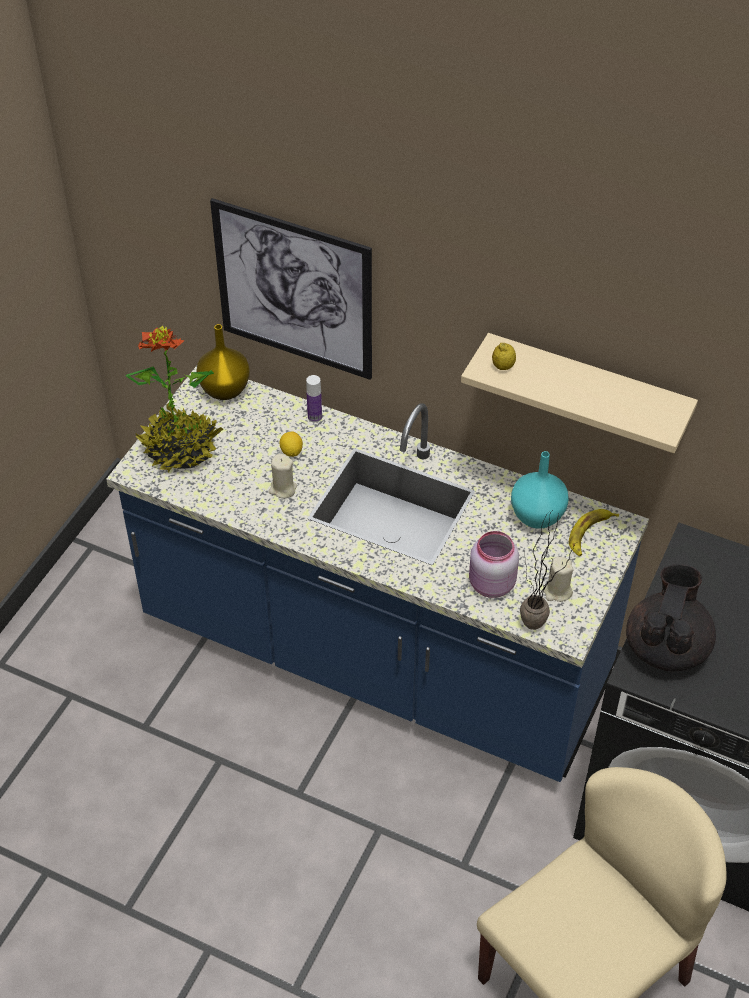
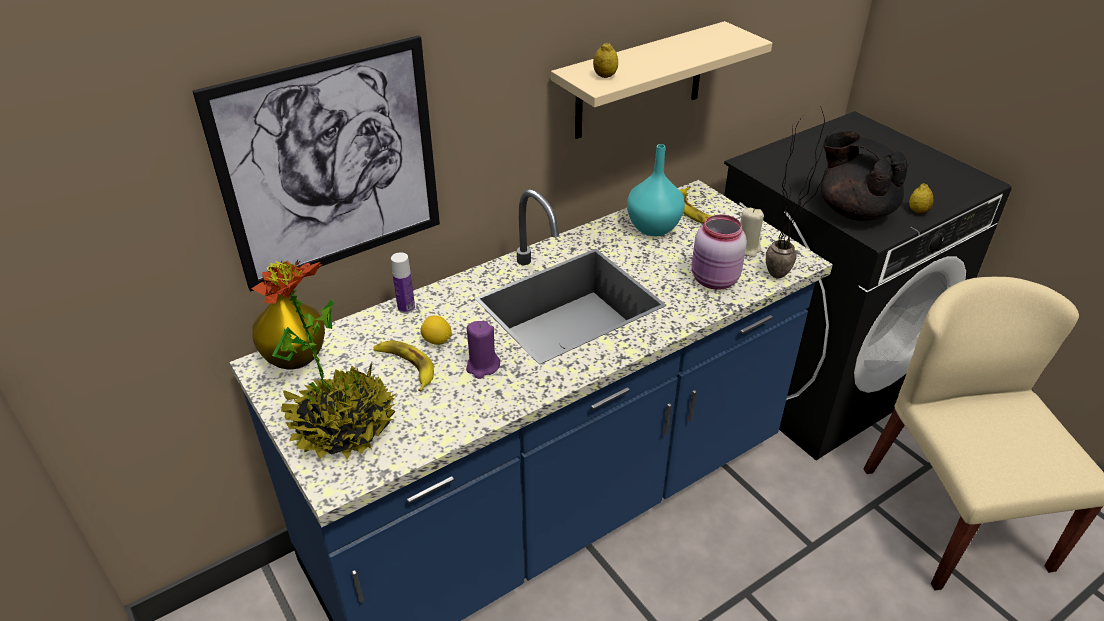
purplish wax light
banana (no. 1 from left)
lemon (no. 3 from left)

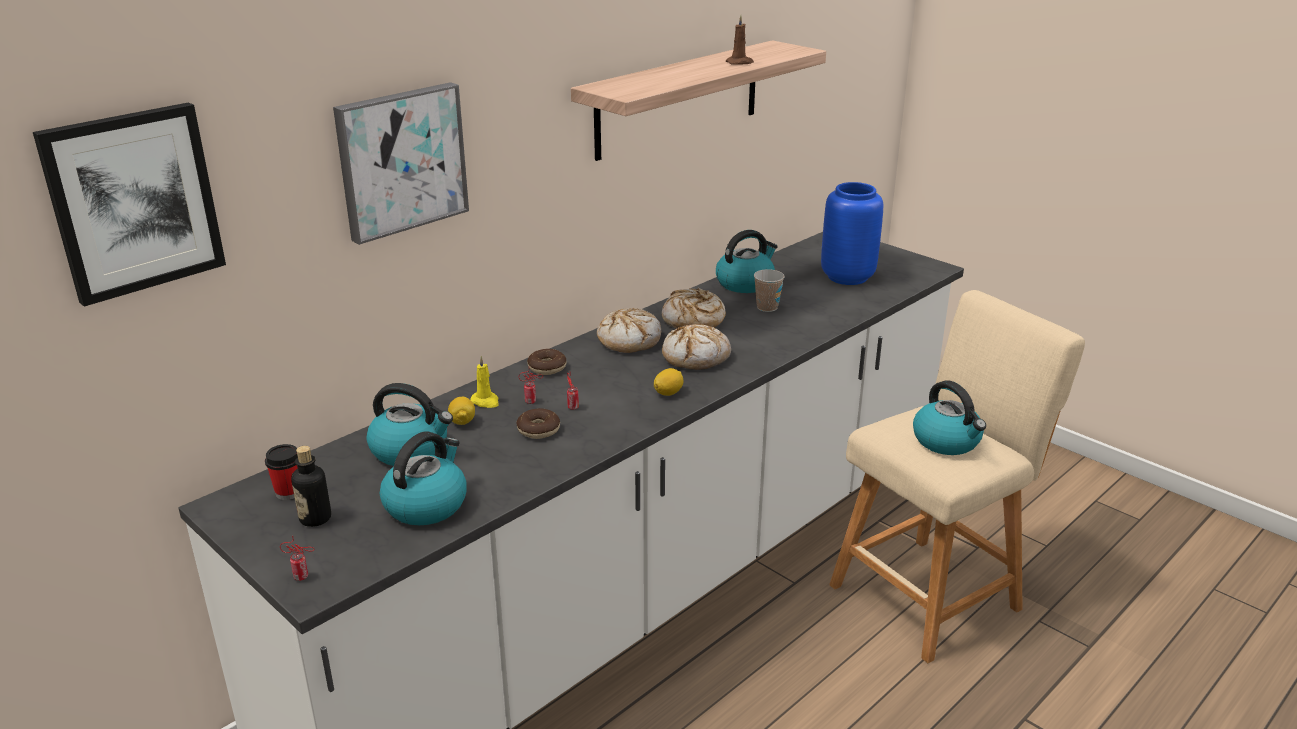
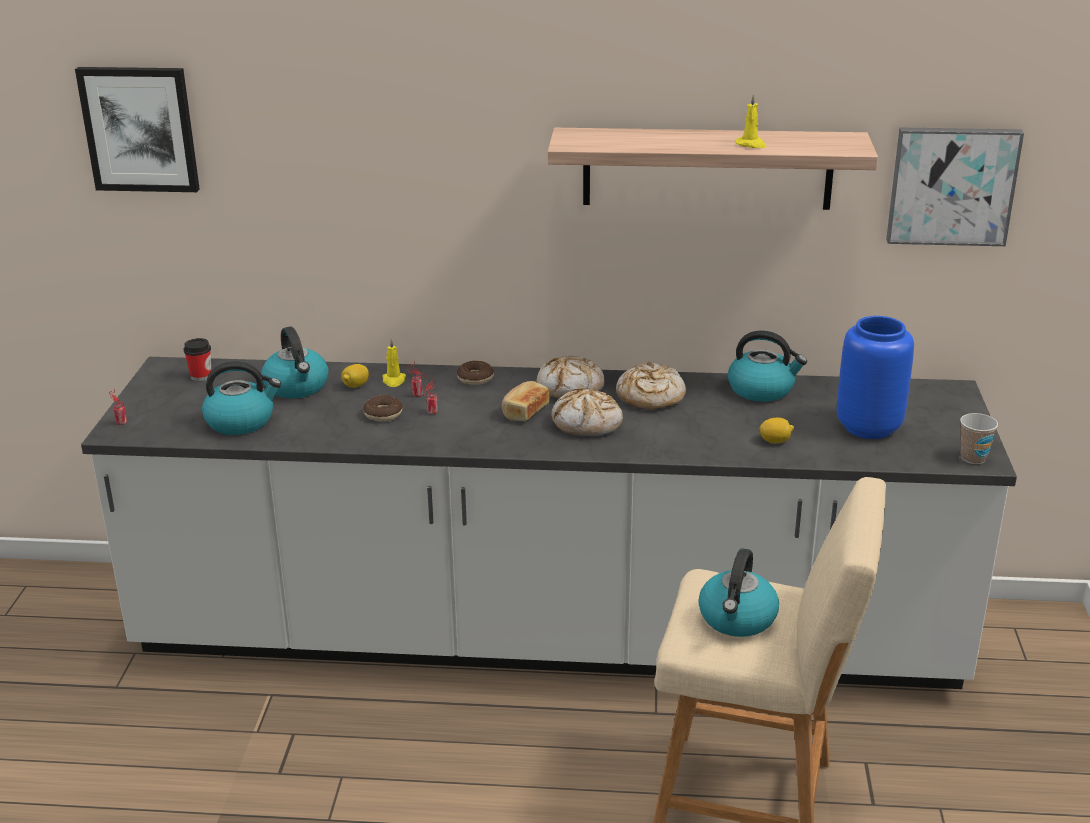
beverage bottle
wall art (no. 2 from left)
lemon (no. 2 from left)
yellowish wax light (no. 2 from left)
cup (no. 2 from left)
baked bread (no. 1 from left)

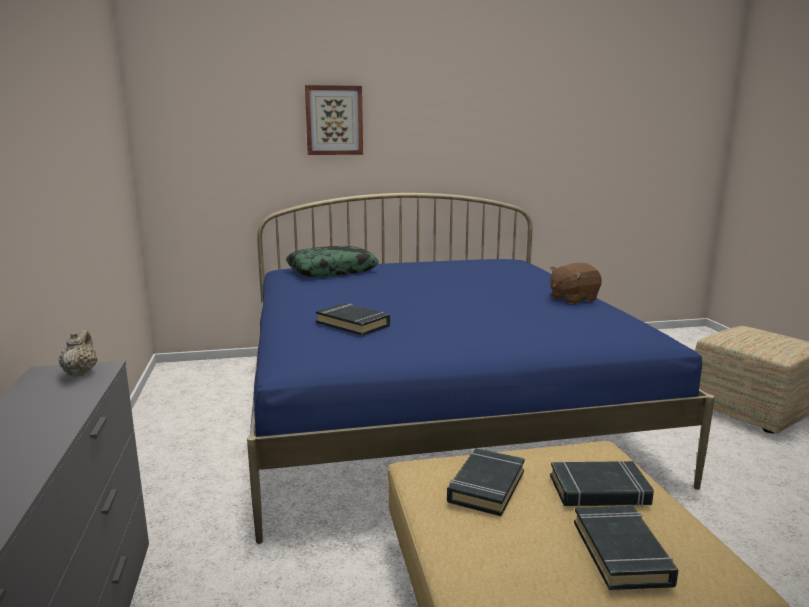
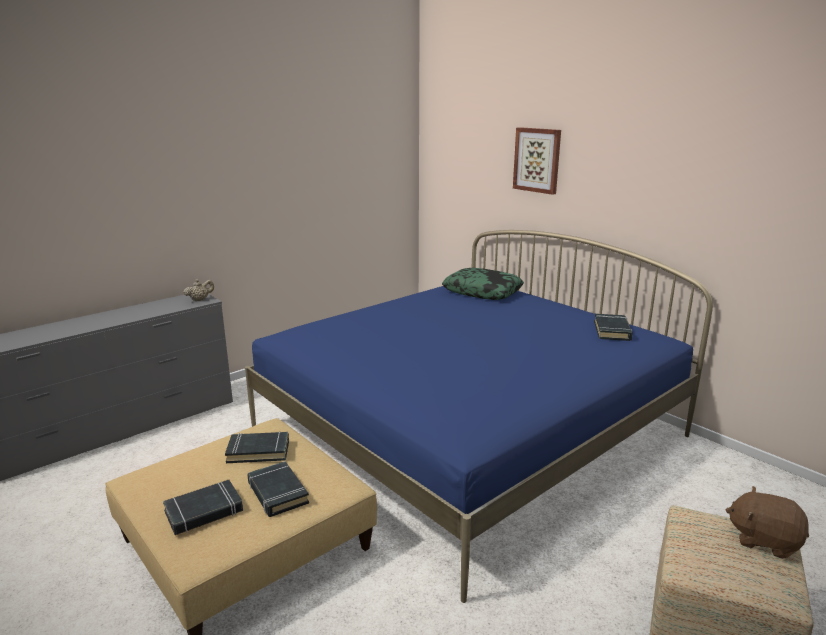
black-coloured bound book (no. 4 from left)
brown-coloured cuddly toy

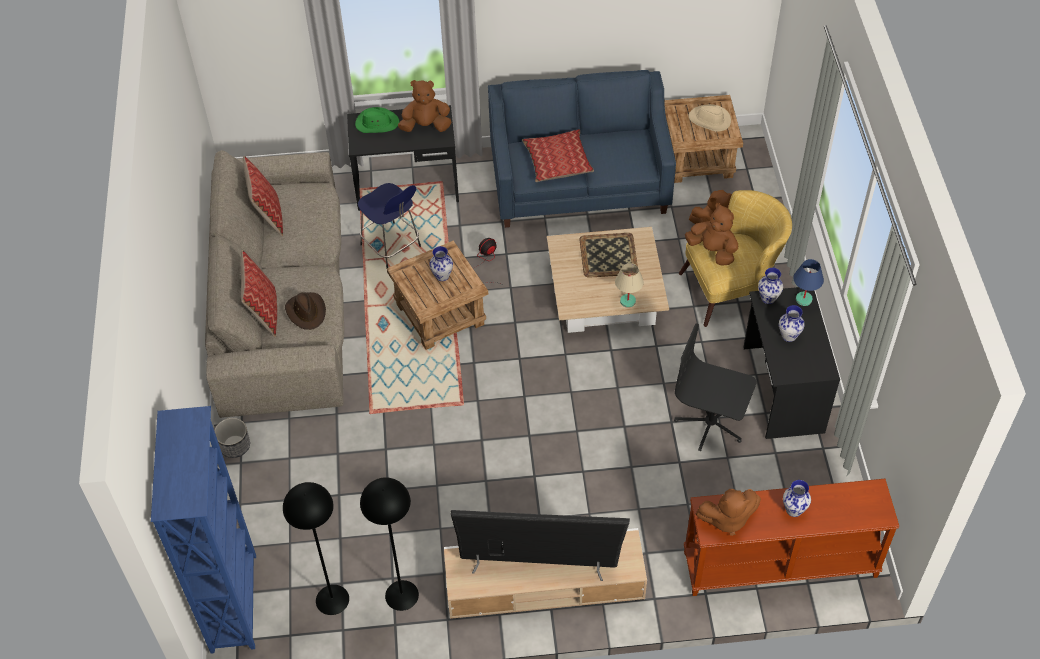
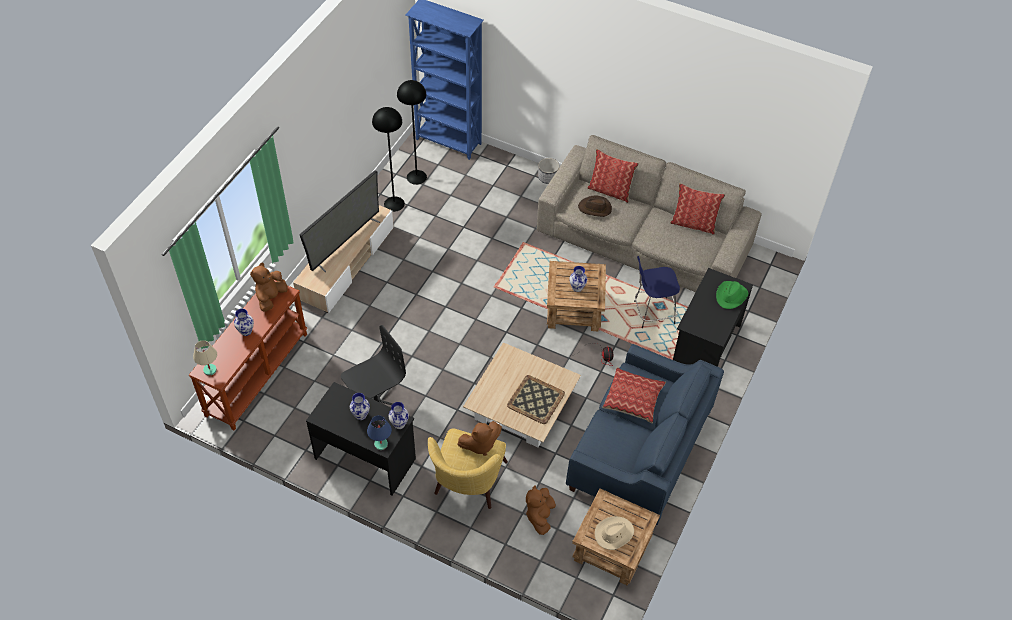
brown-coloured cuddly toy (no. 1 from left in the first image)
beige table lamp

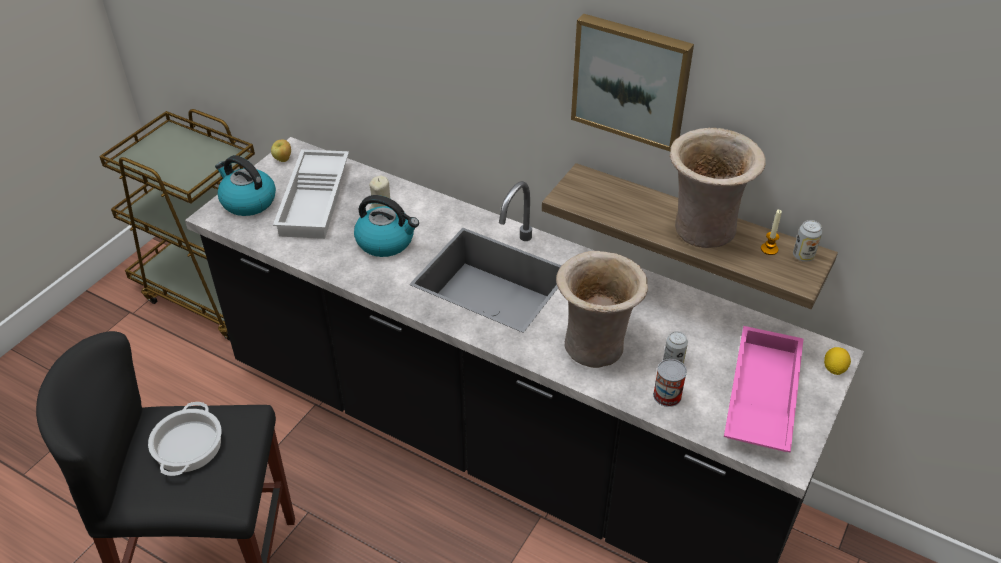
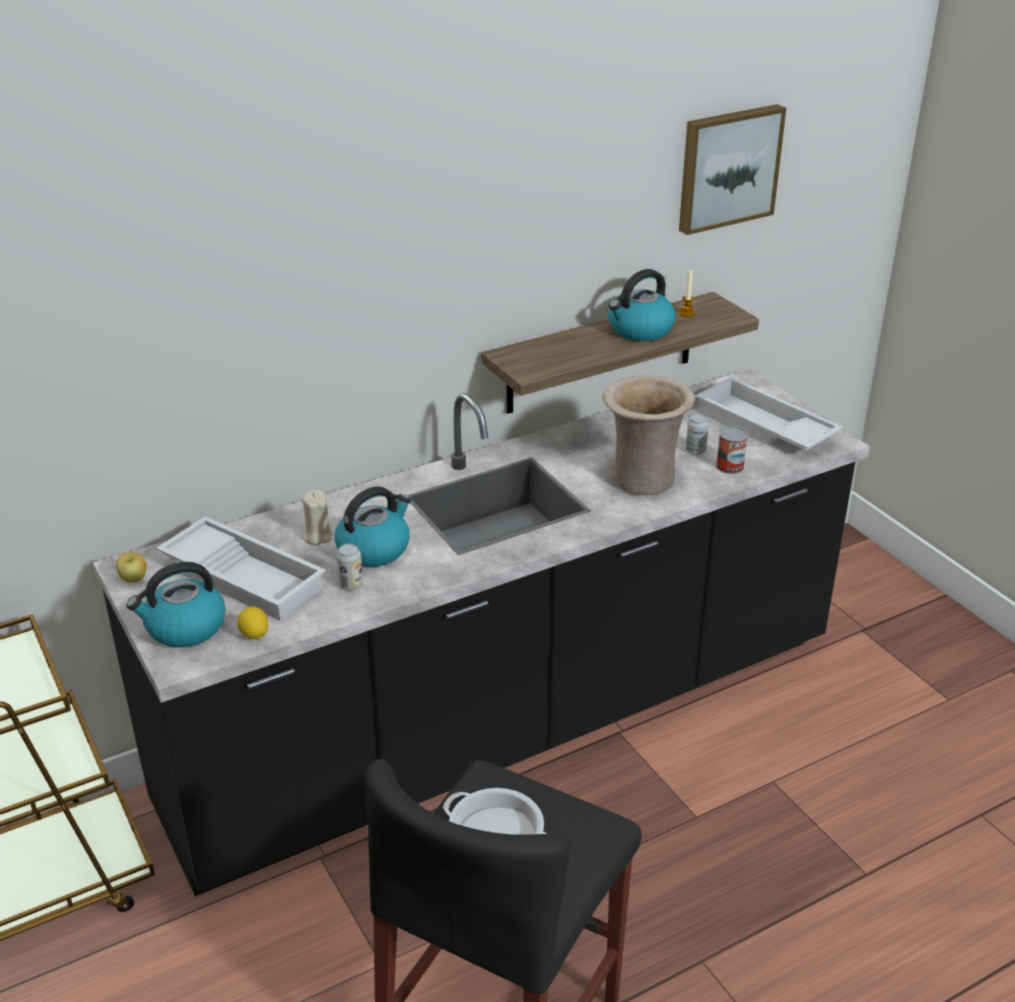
wall art
water kettle (no. 3 from left)
white-coloured serving tray (no. 2 from left)
metal can (no. 1 from left)
lemon

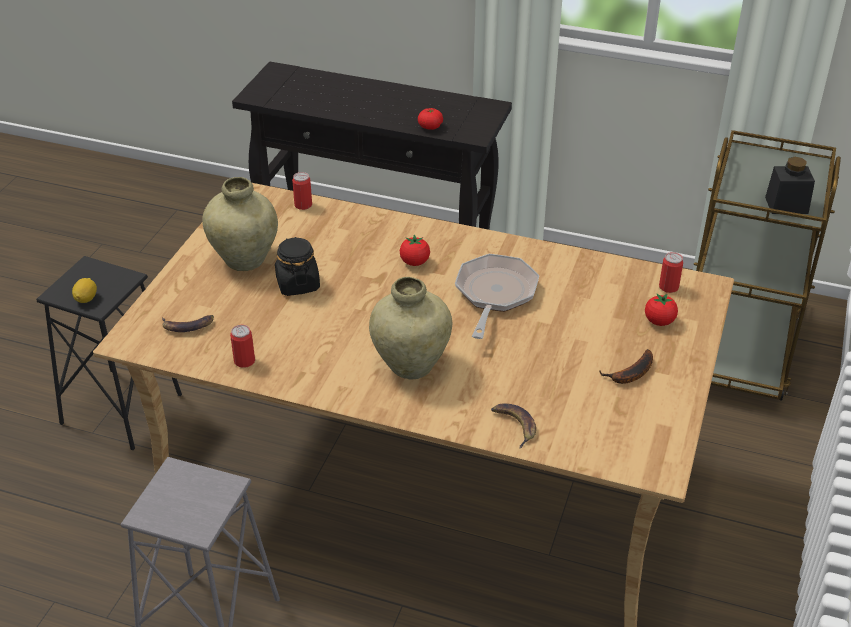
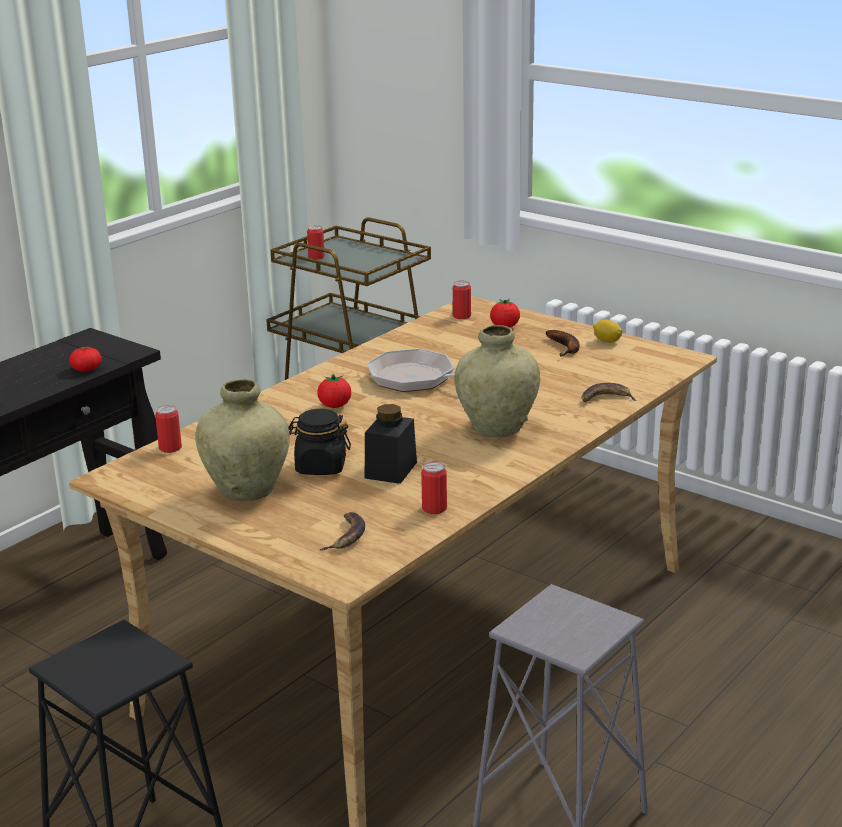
lemon
black-coloured storage jar (no. 2 from left)
metal can (no. 2 from left)

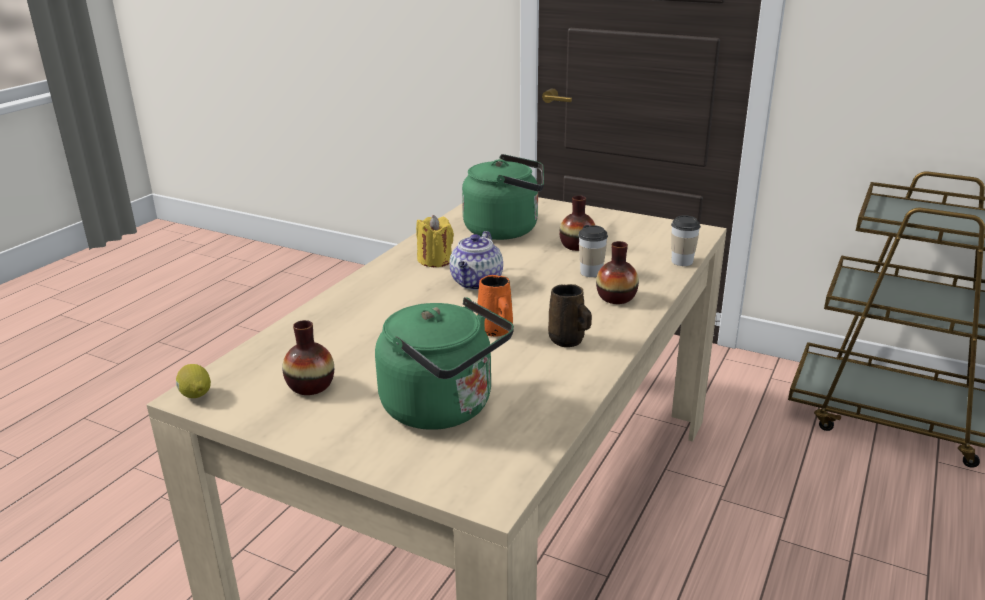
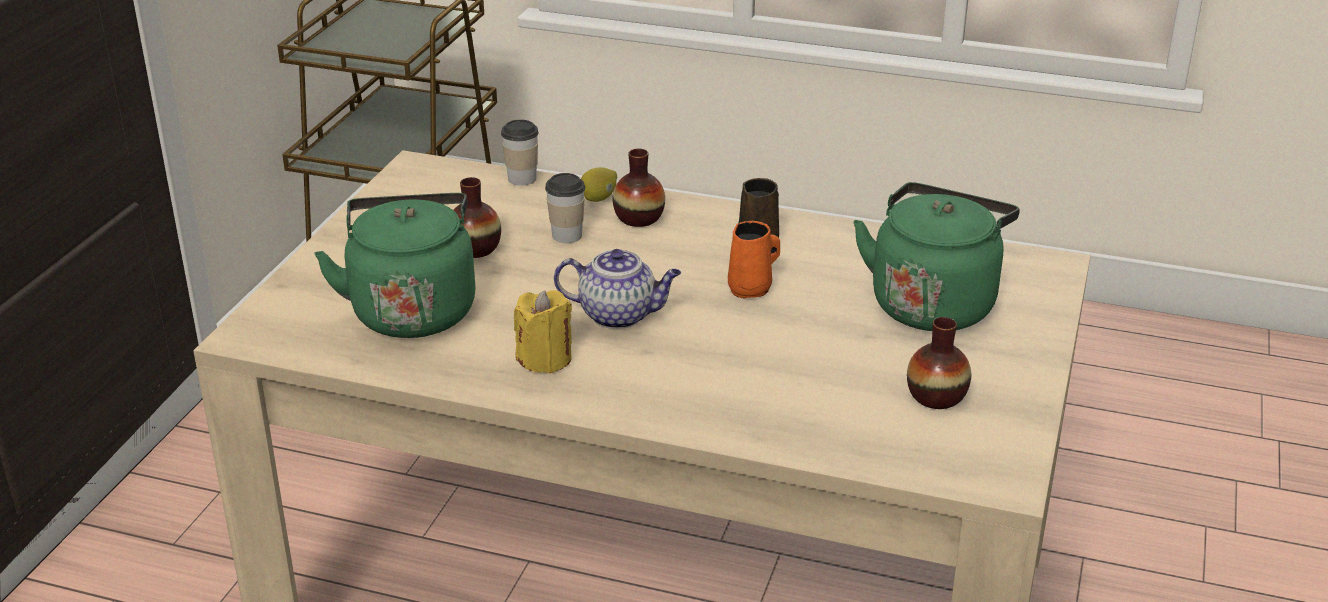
lemon

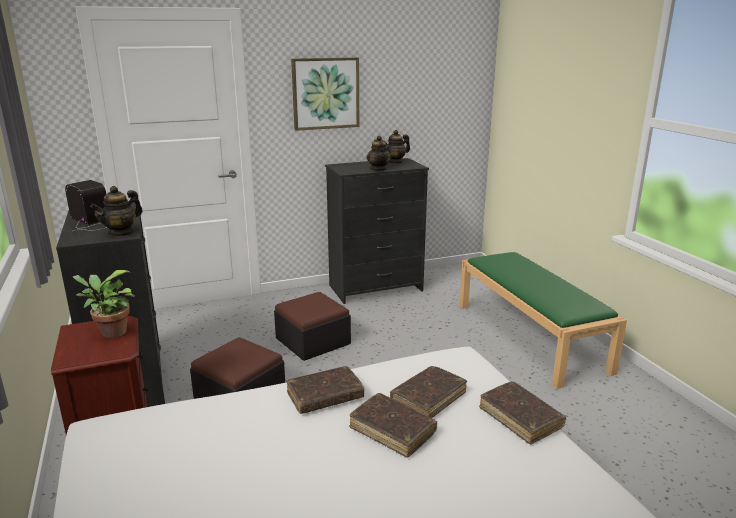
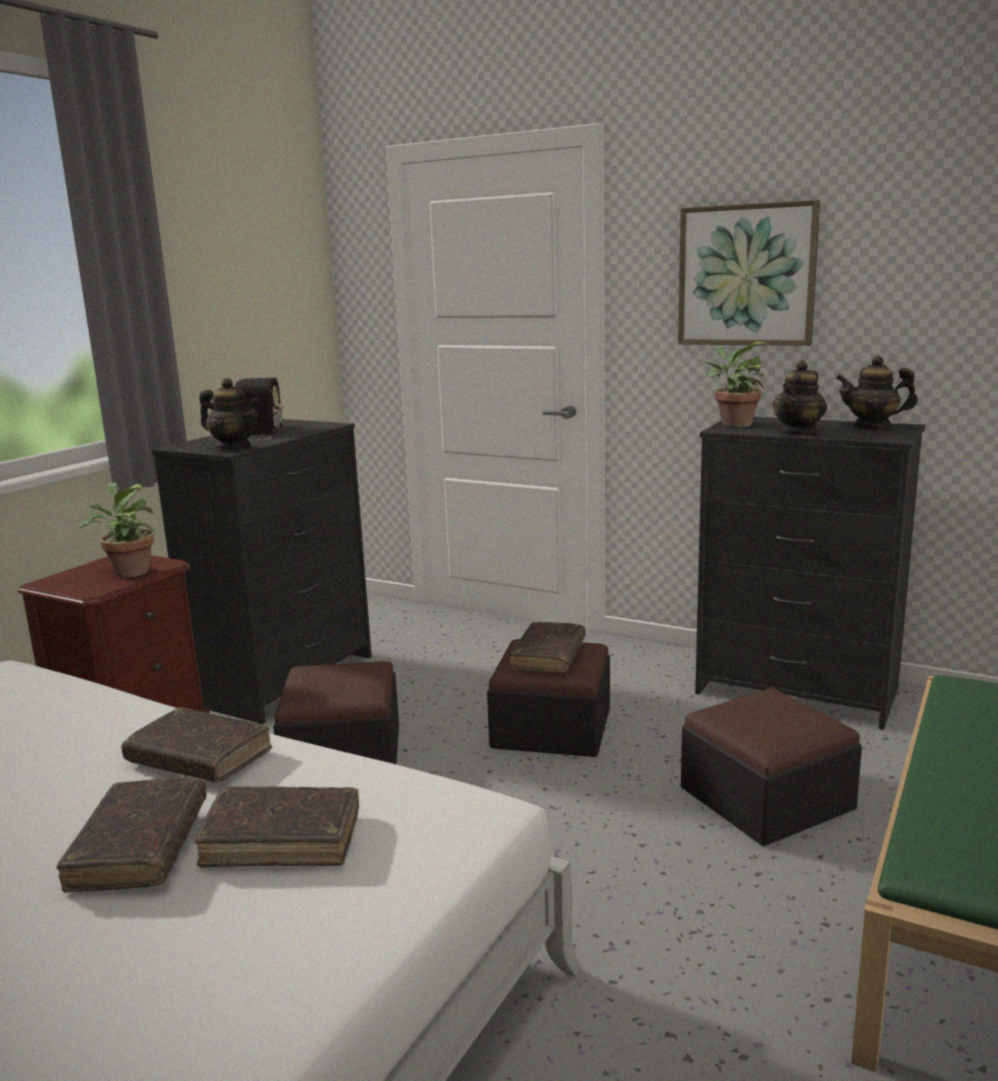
teapot (no. 1 from left)
brown-coloured bound book (no. 4 from left)
pouffe (no. 3 from left)
houseplant (no. 2 from left)

